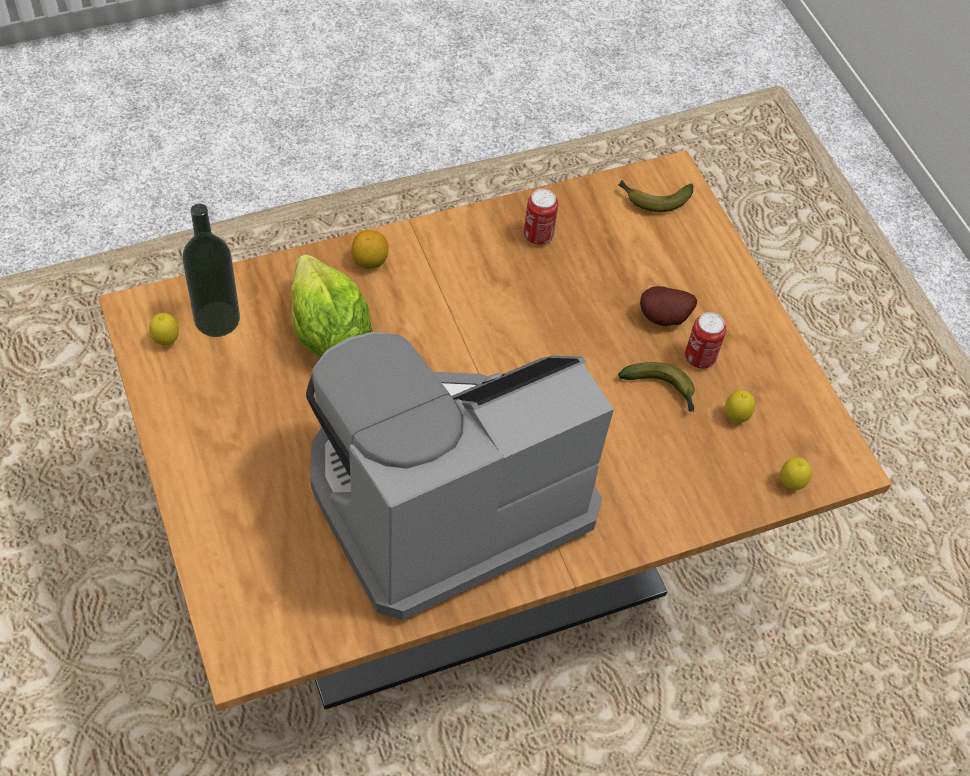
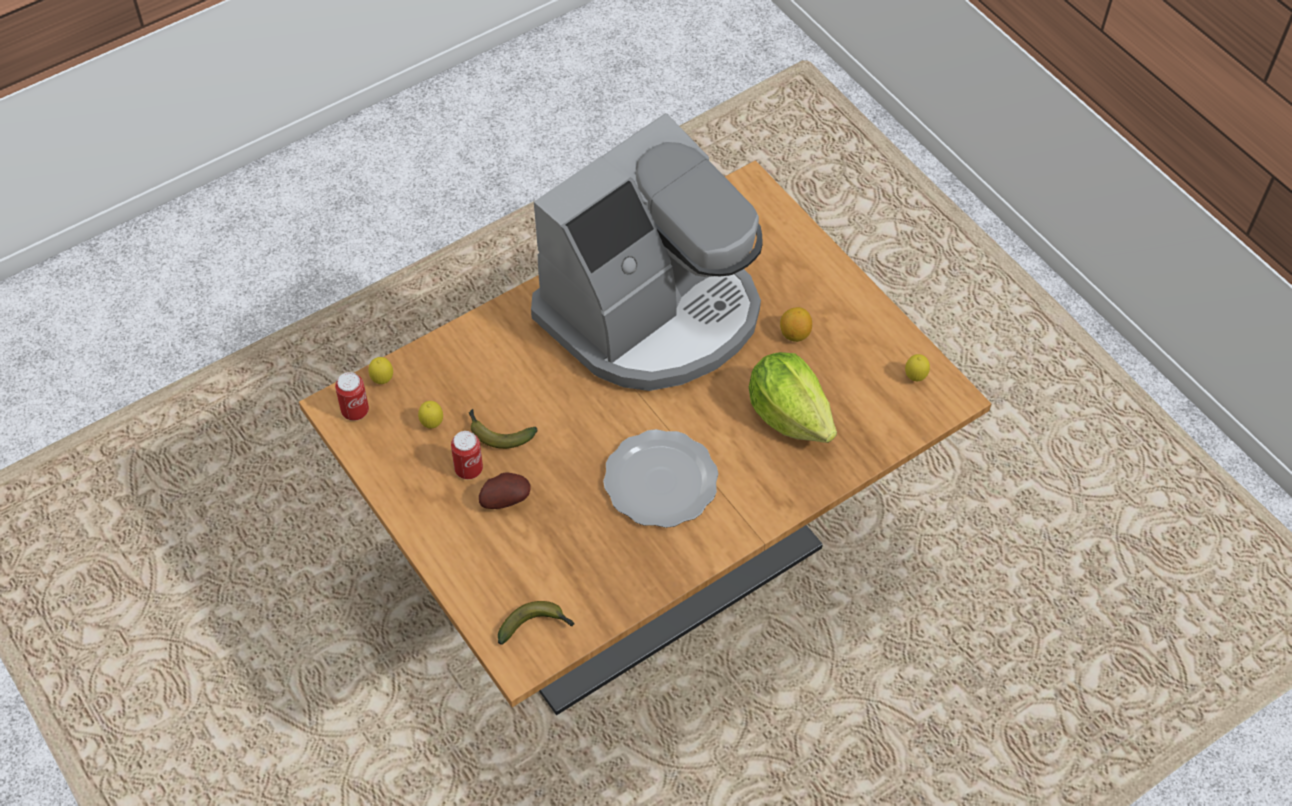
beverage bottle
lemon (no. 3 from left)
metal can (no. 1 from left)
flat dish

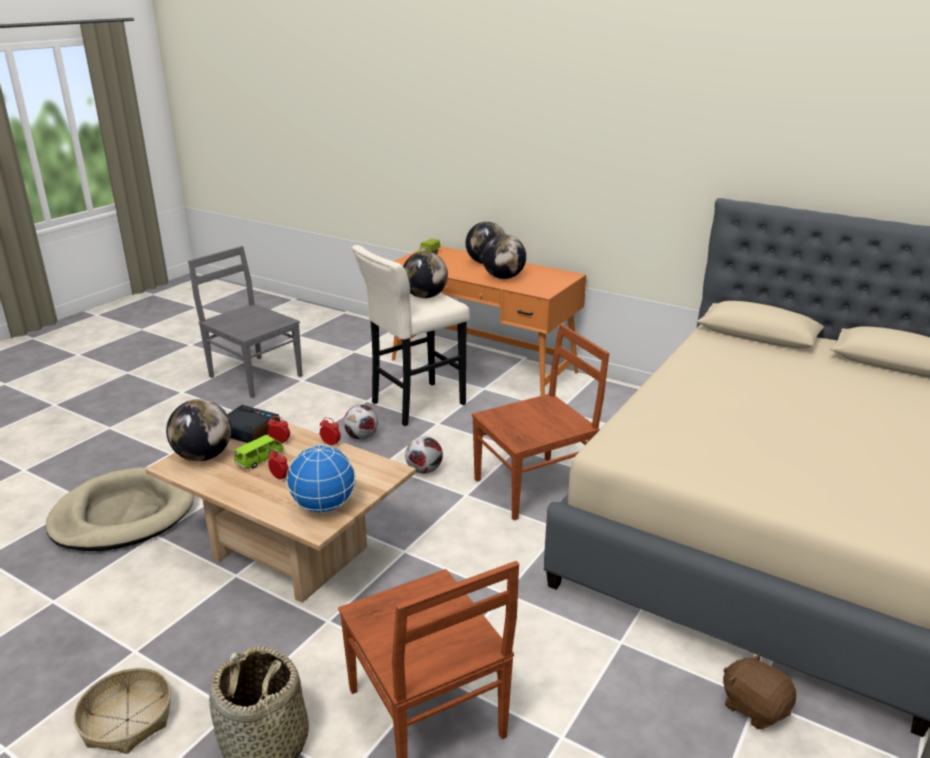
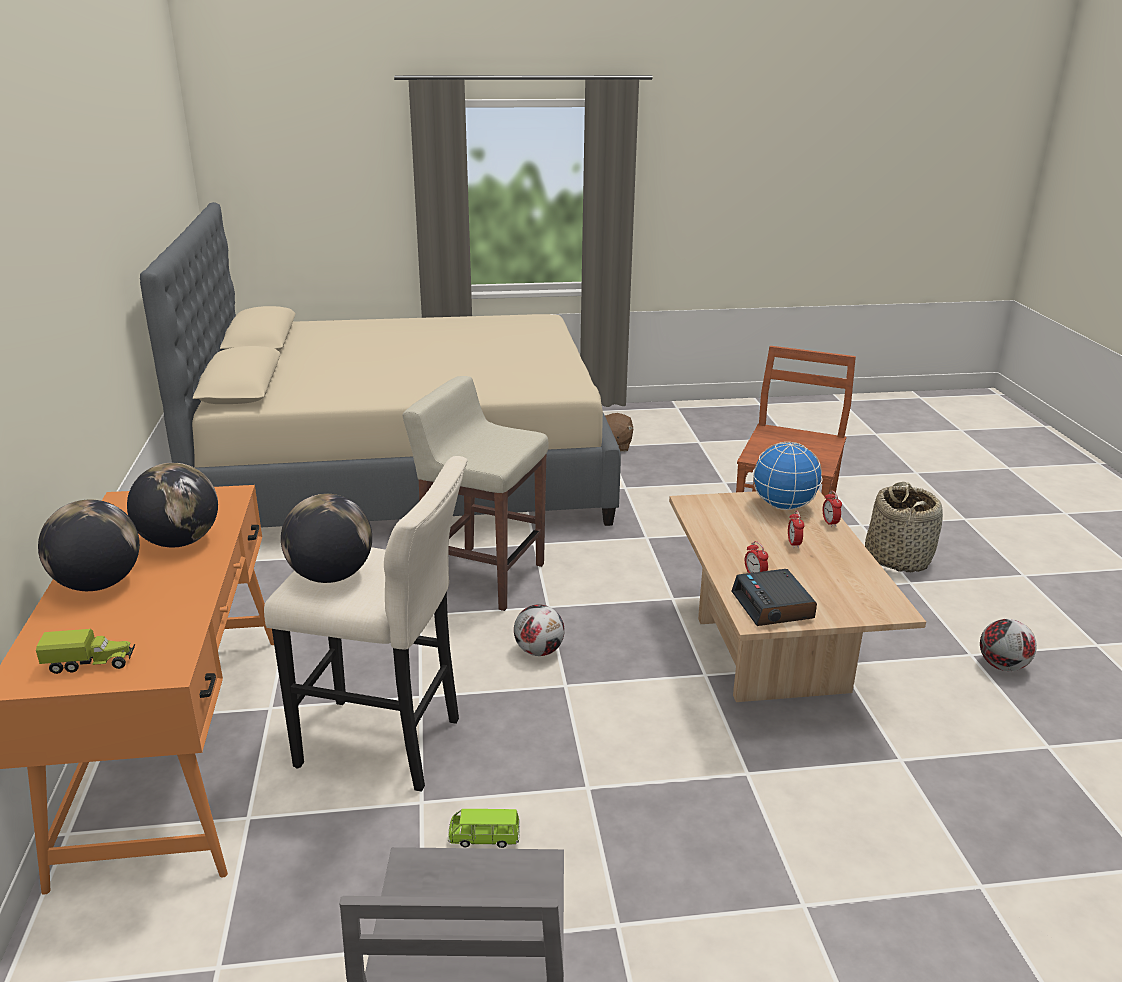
beige dog cushion
household basket (no. 1 from left in the first image)
desk globe (no. 1 from left in the first image)
green model car
table clock (no. 4 from left)
football ball (no. 2 from left)
beige sitting stool (no. 2 from left)

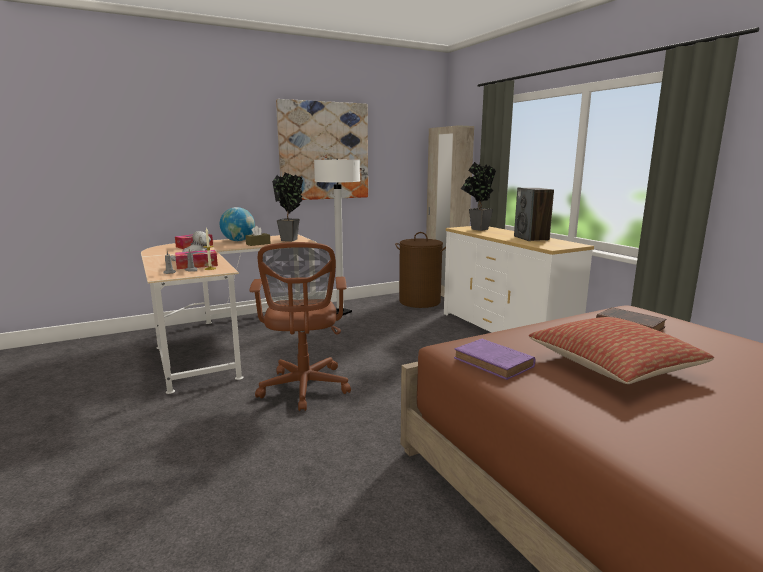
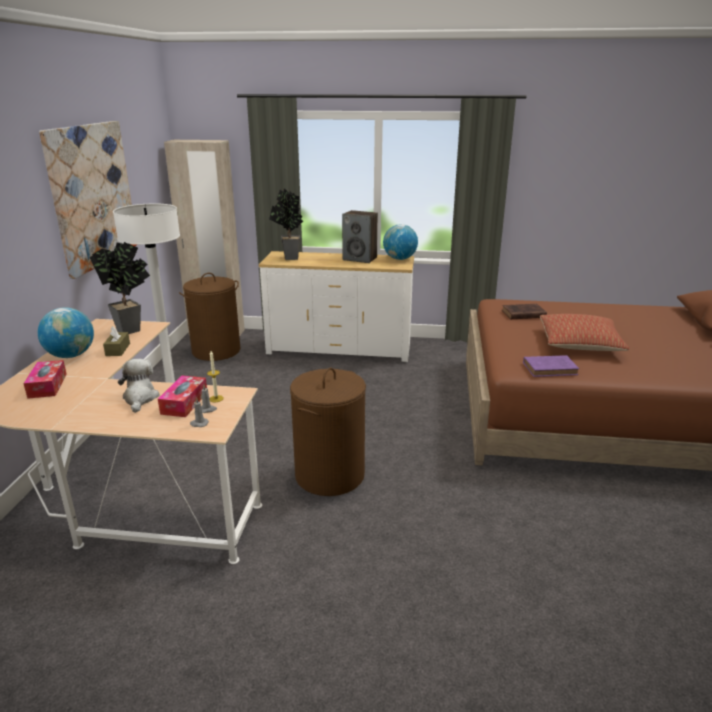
brown-coloured hamper (no. 2 from left)
desk globe (no. 2 from left)

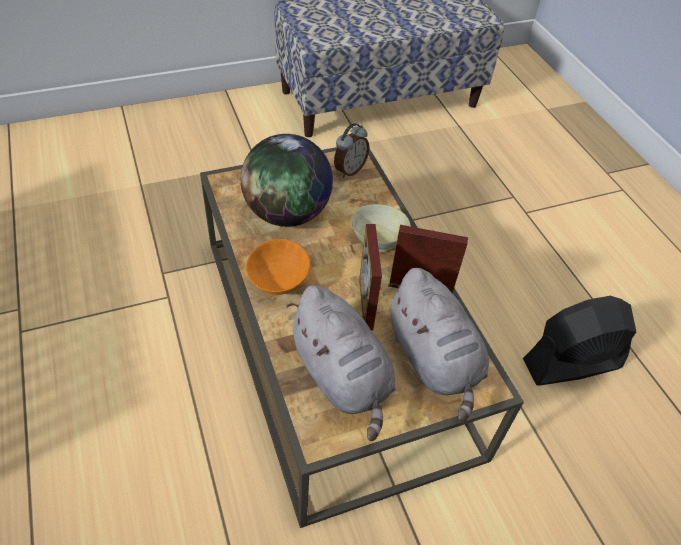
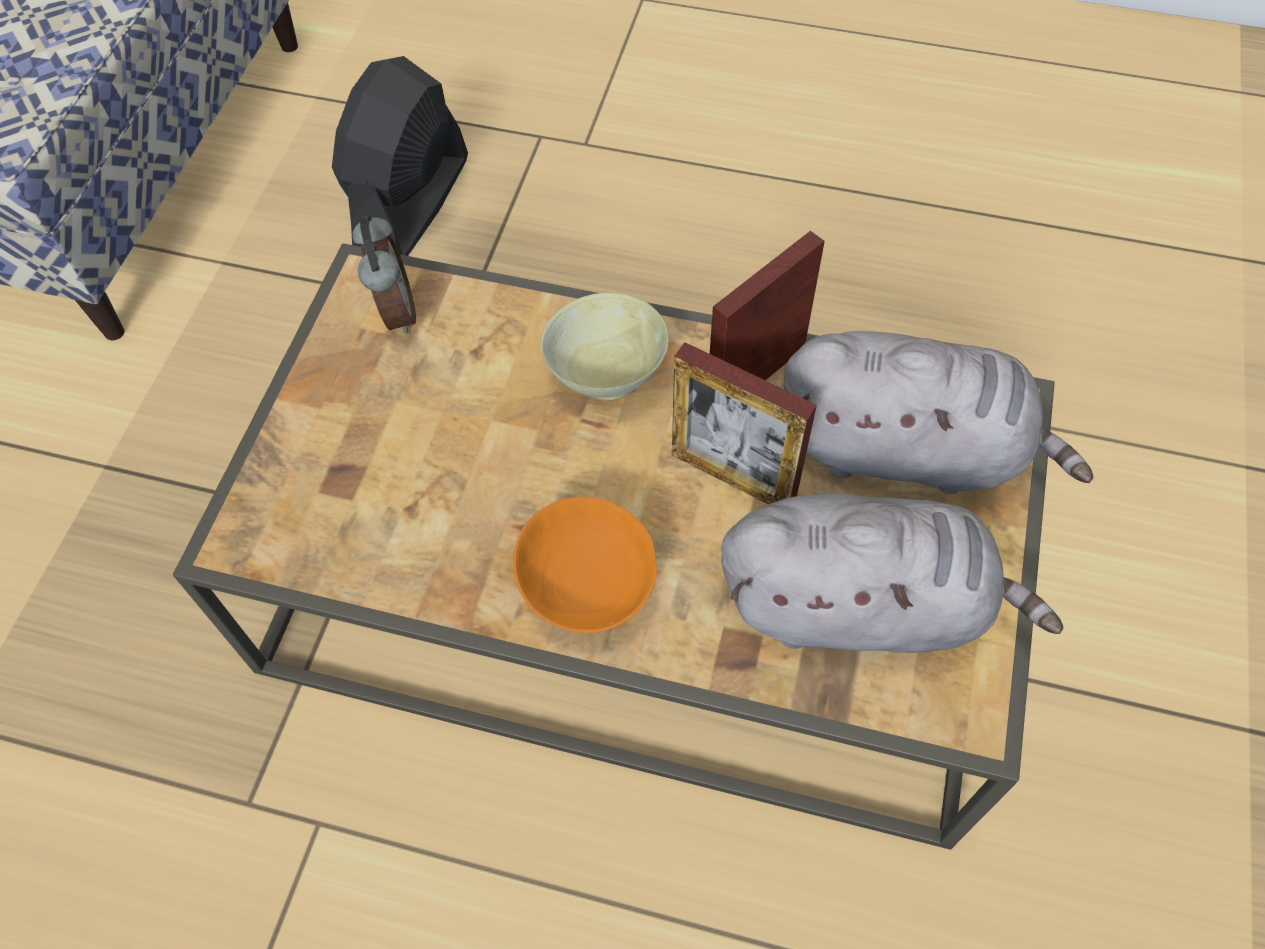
desk globe
black-coloured electric fan

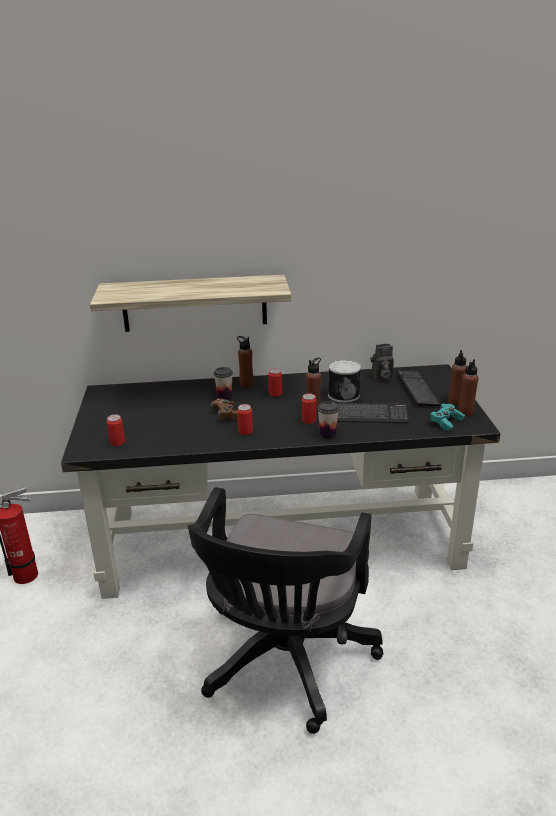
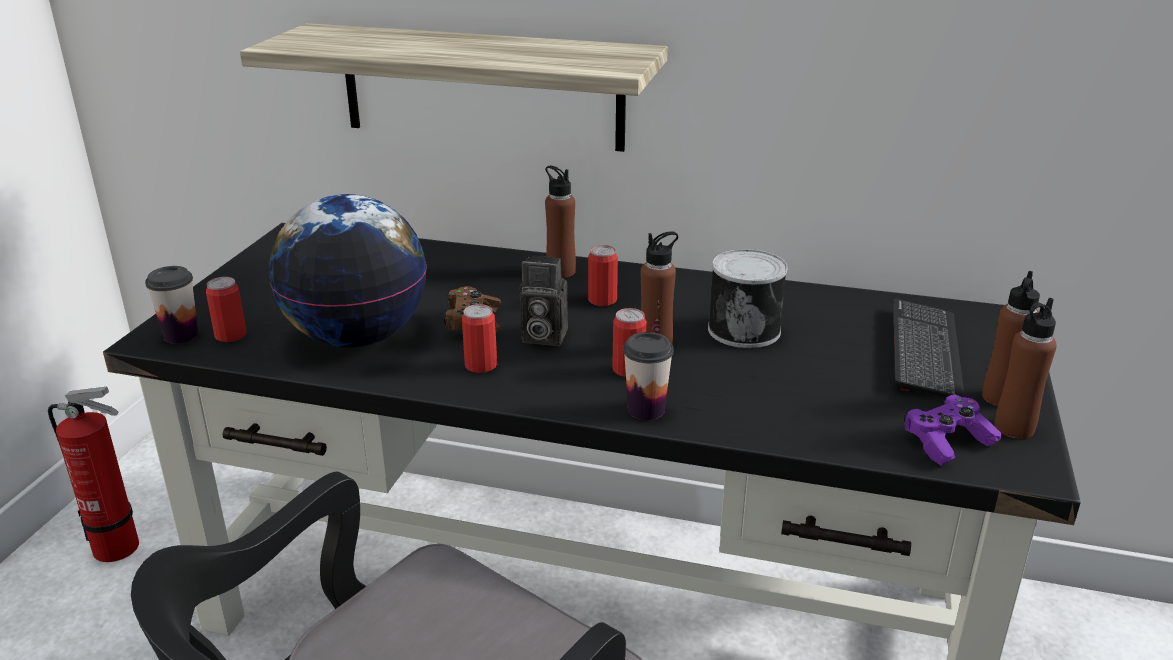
cup (no. 1 from left)
computer keyboard (no. 1 from left in the first image)
photo camera
purplish gamepad
desk globe

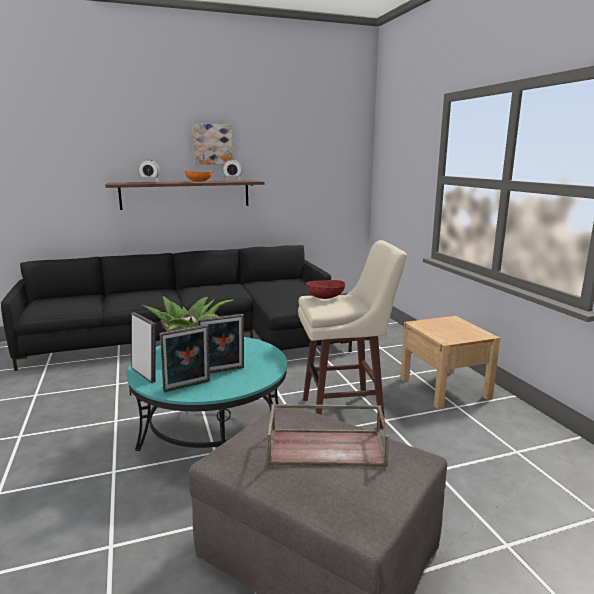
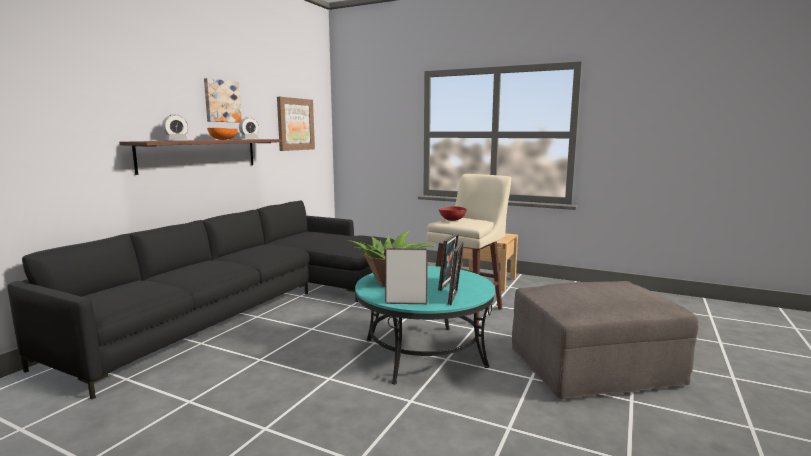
brown-coloured serving tray
wall art (no. 2 from left)

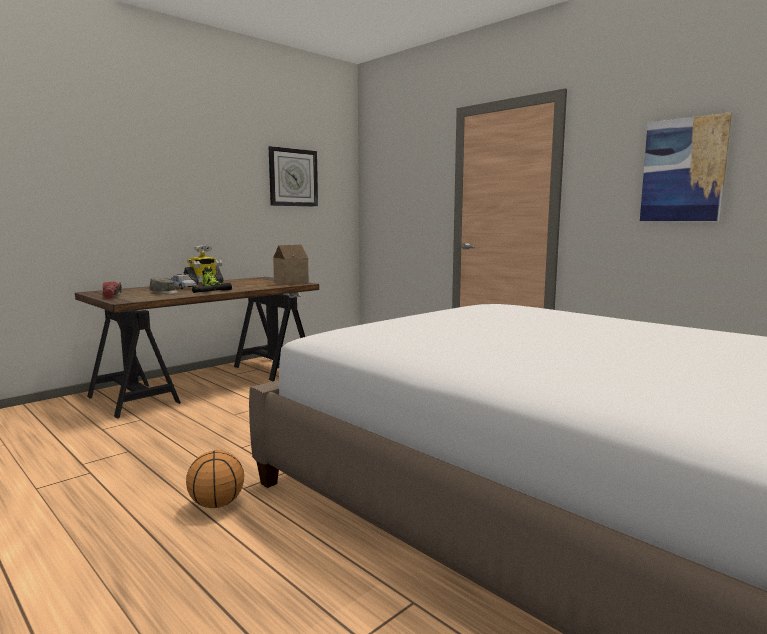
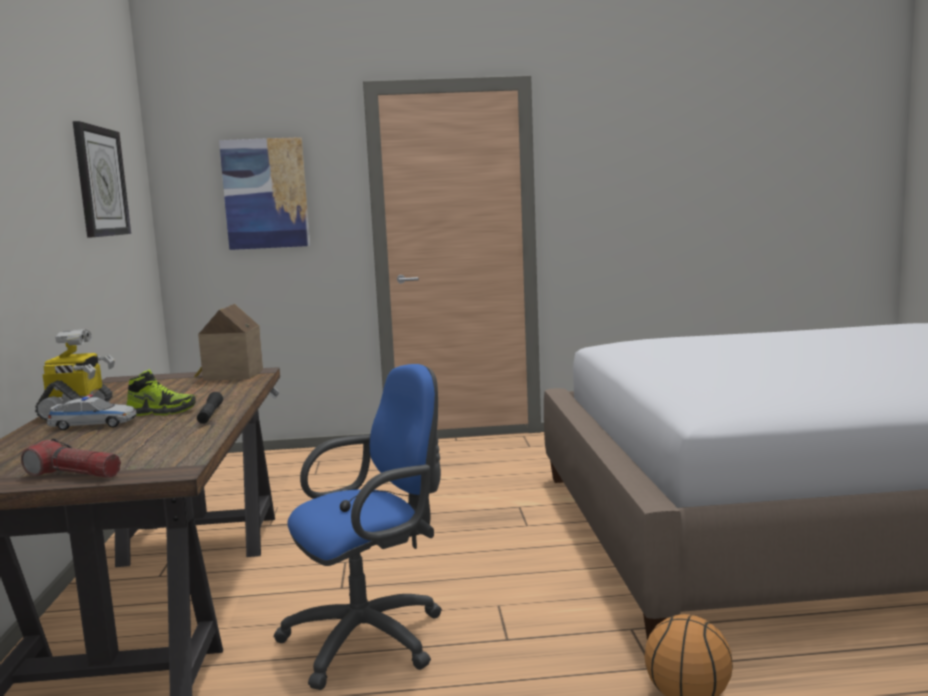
gray cap
wall art
blue-coloured office chair

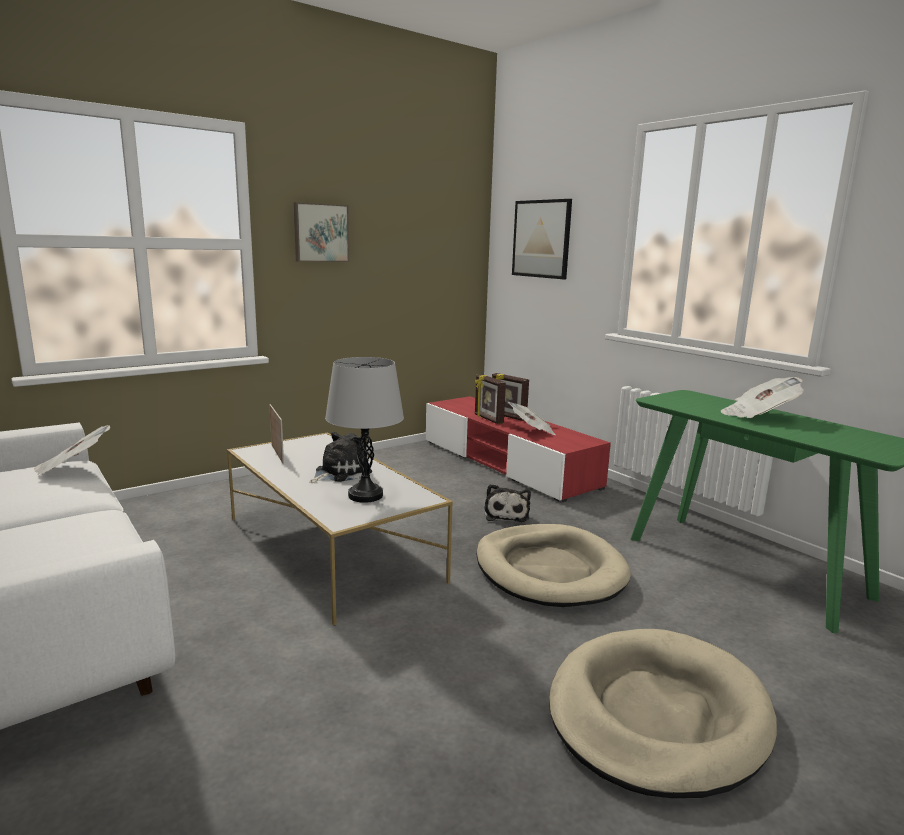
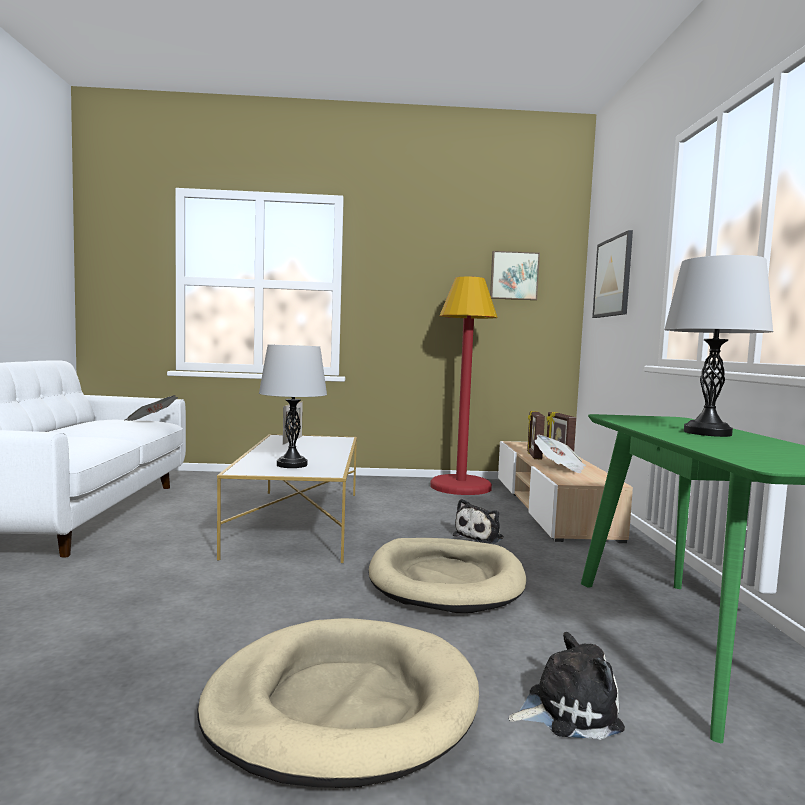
wall art (no. 1 from left)
cuddly toy (no. 2 from left)
beige media console
gray table lamp (no. 2 from left)
reddish floor lamp

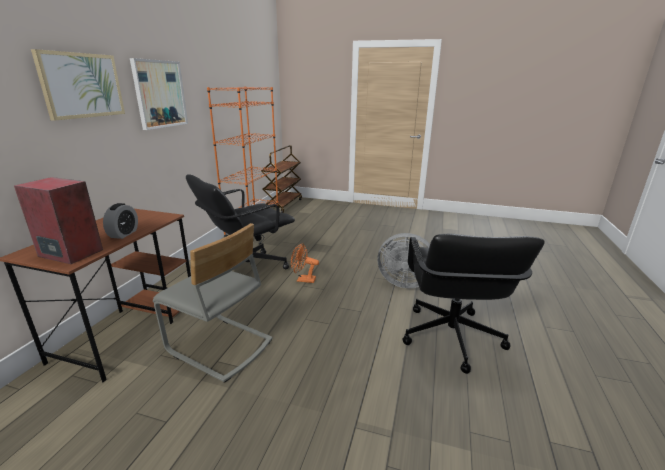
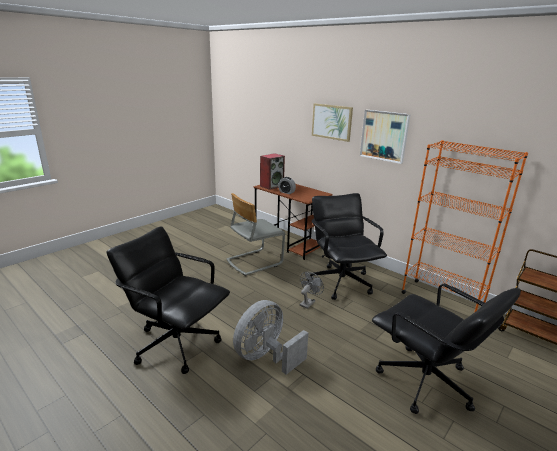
gray electric fan (no. 2 from left)
black-coloured office chair (no. 3 from left)

